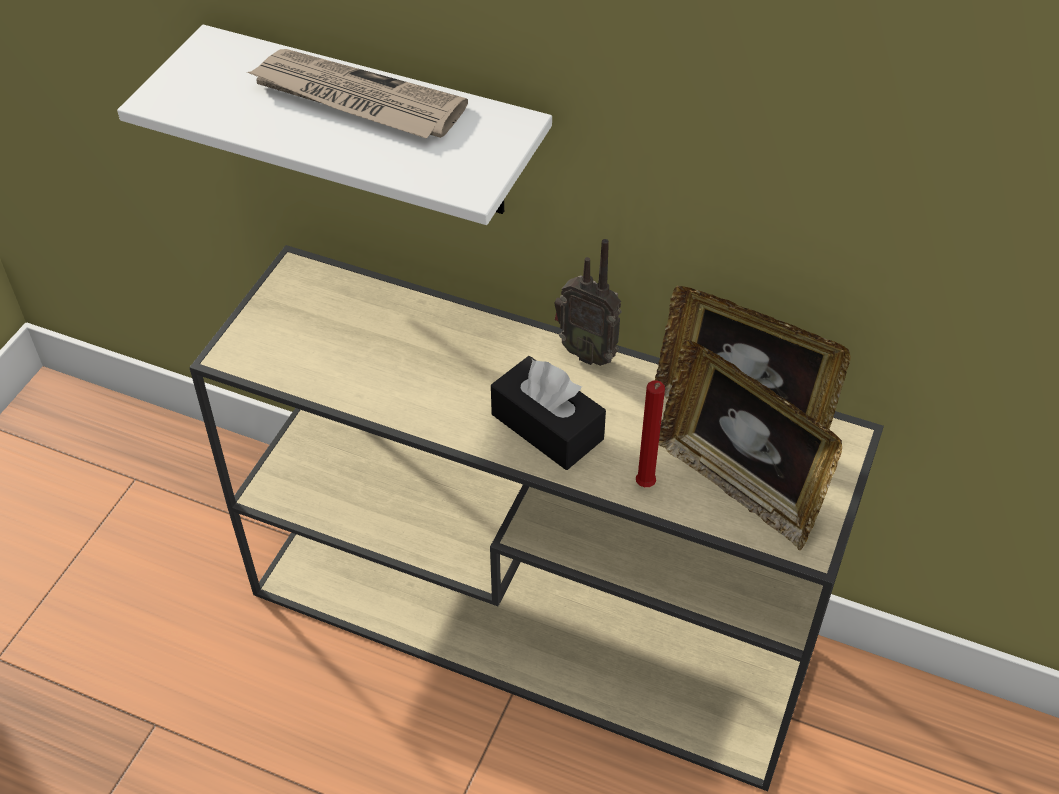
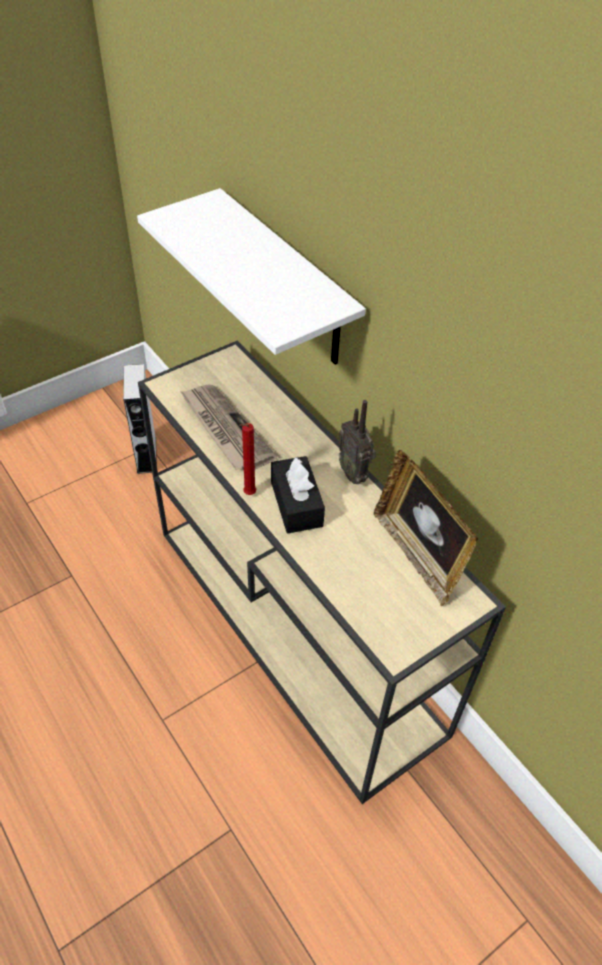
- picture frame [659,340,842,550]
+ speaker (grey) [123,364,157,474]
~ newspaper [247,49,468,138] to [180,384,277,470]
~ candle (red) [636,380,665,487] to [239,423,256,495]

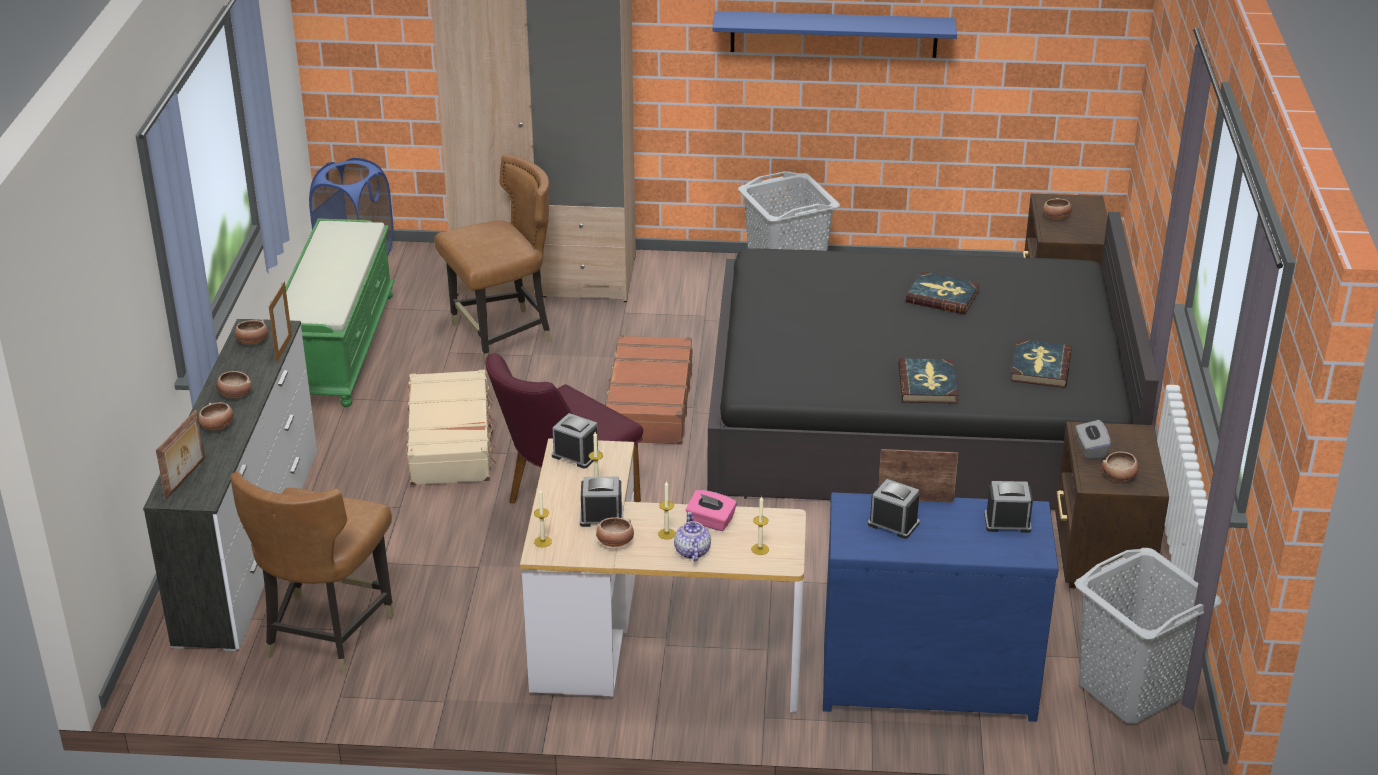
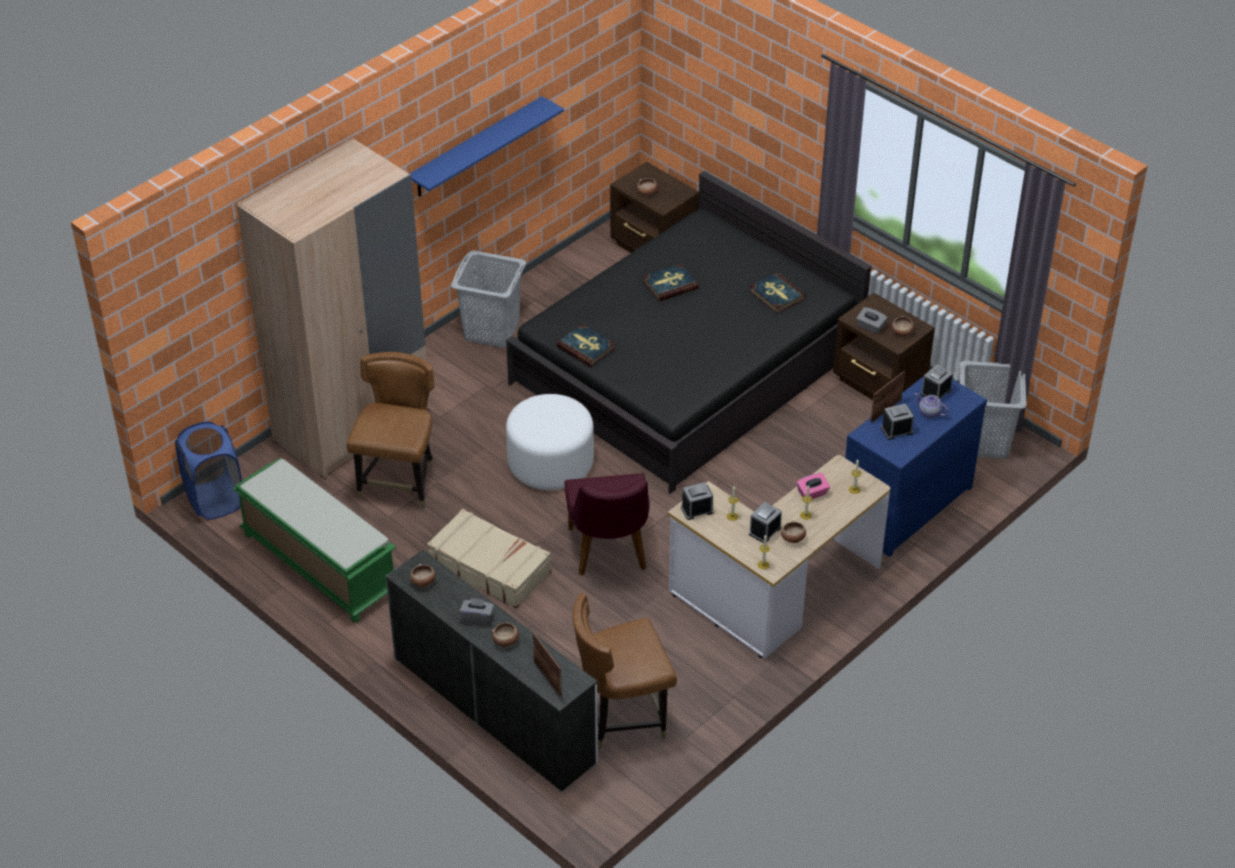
- picture frame [269,282,292,362]
~ teapot [674,512,711,561] to [915,393,948,418]
~ book [898,358,959,404] to [556,324,616,367]
~ bowl [216,371,252,398] to tissue box (grey) [459,598,494,624]
~ suitcase (brown) [605,335,693,445] to ottoman (white) [506,394,594,490]
~ chair (brown) [230,471,394,673] = [572,594,677,750] 105 degrees clockwise

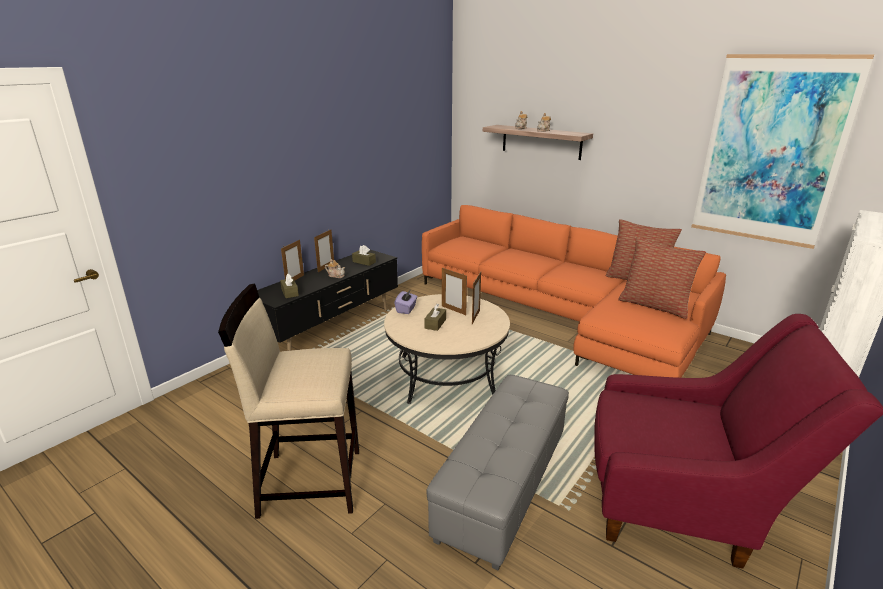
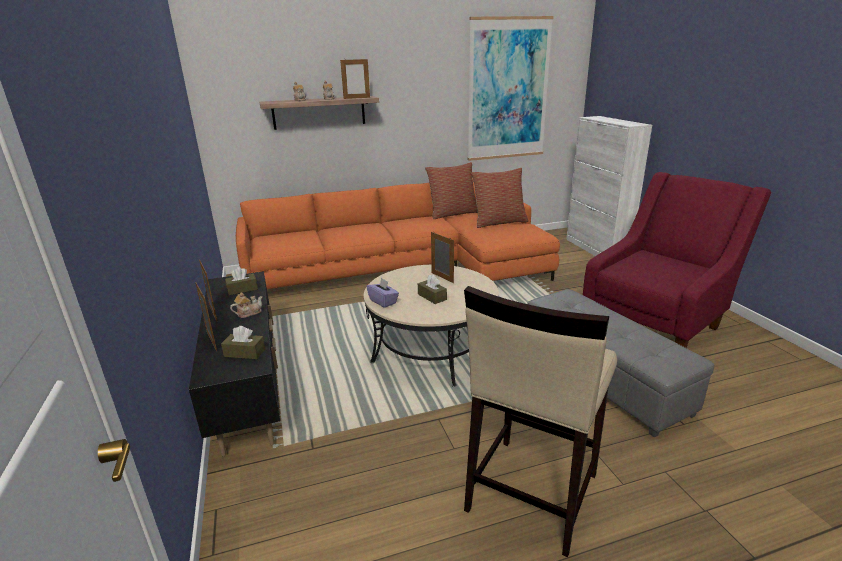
~ picture frame [442,268,467,315] to [340,58,370,99]

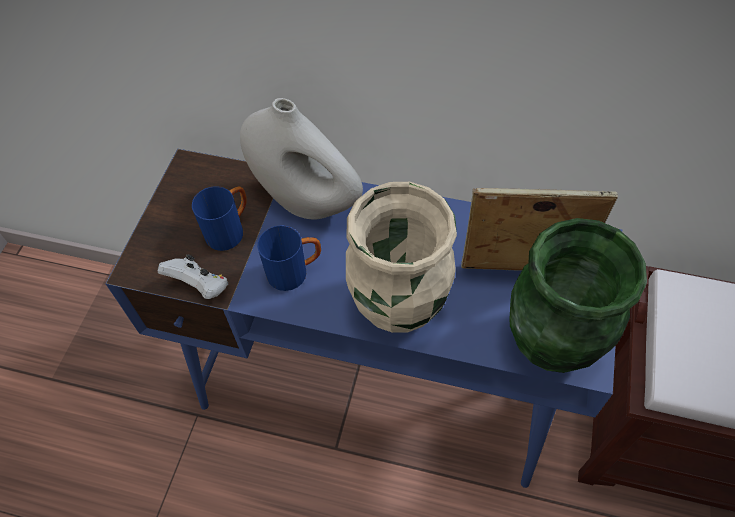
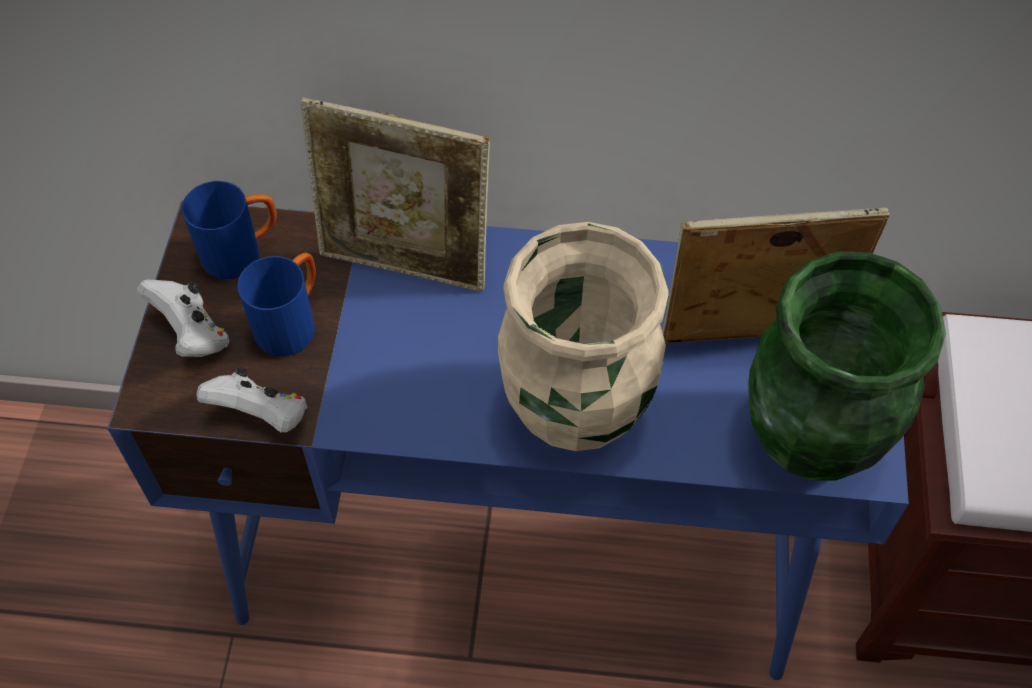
+ game controller (white) [136,280,229,357]
~ mug (blue) [257,225,321,291] to [182,181,277,279]
~ vase (white) [240,98,363,220] to picture frame [300,97,490,292]

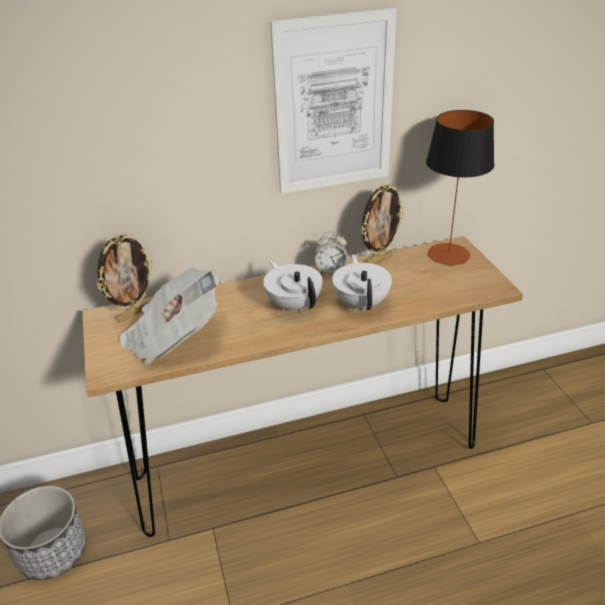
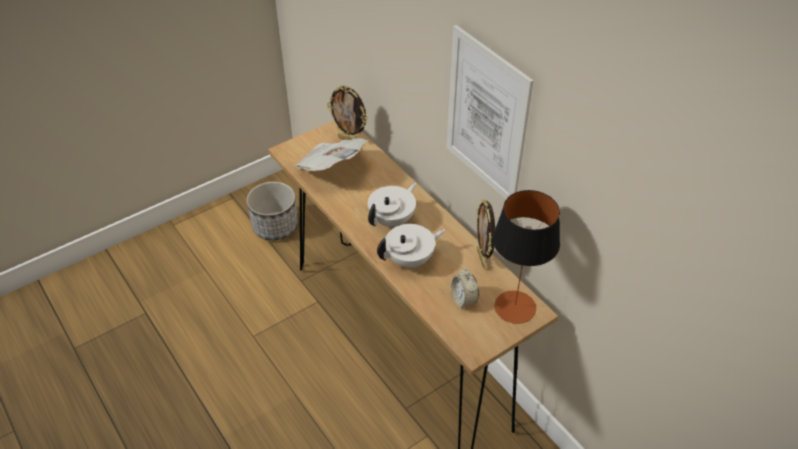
~ alarm clock [315,231,348,274] to [451,268,479,310]
~ picture frame [361,184,404,264] = [476,199,495,269] 45 degrees clockwise

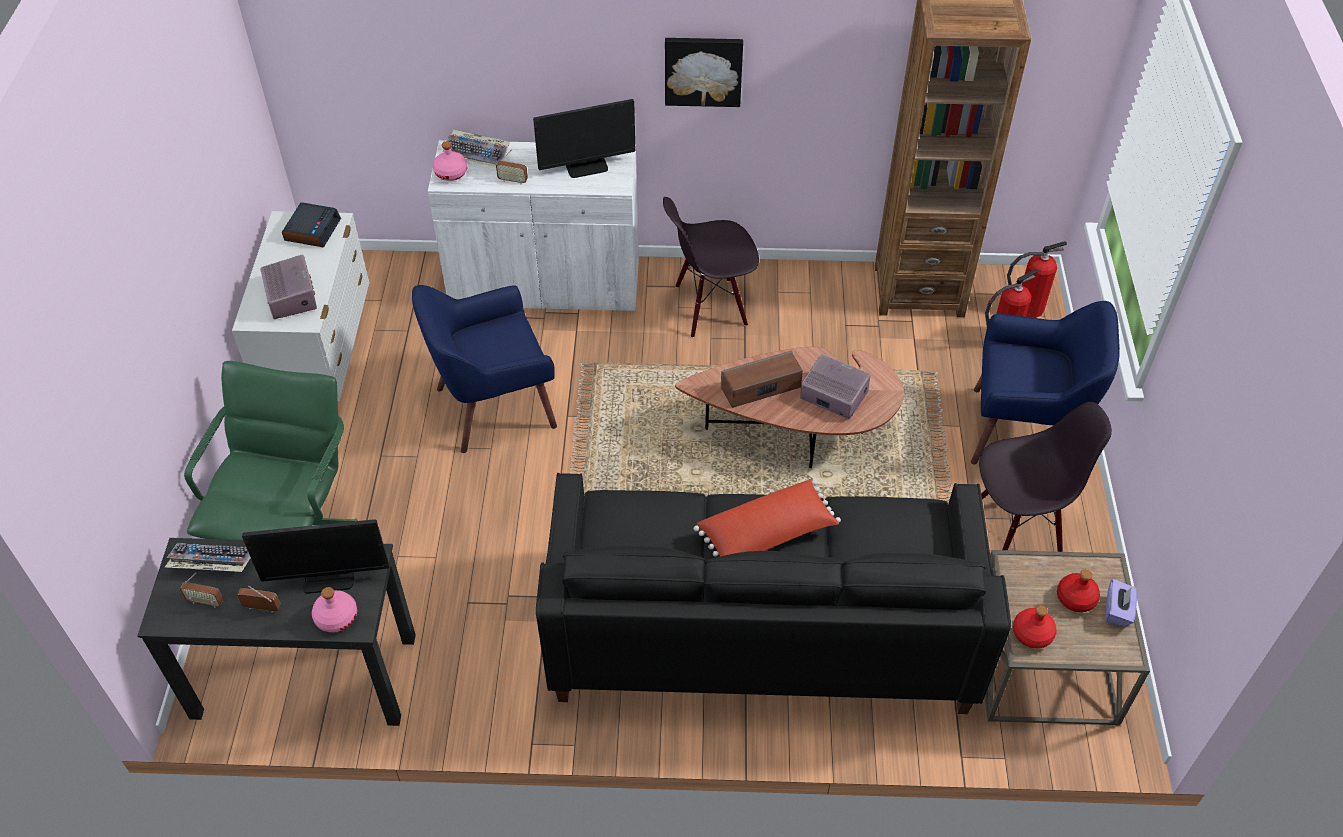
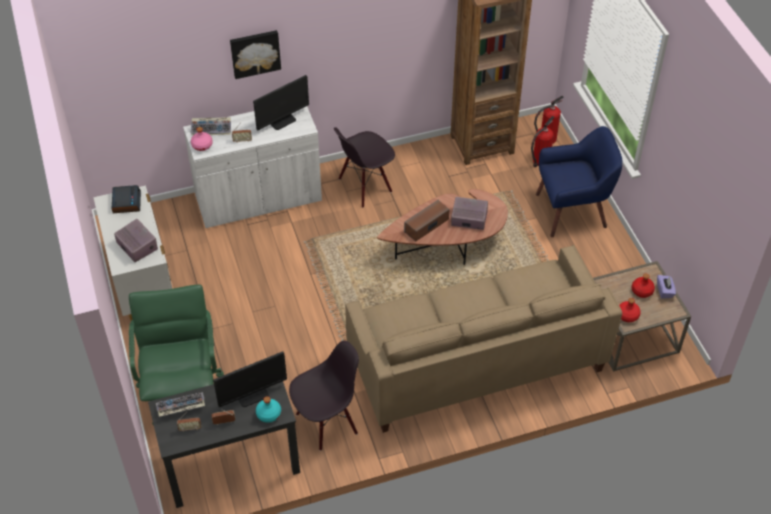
- armchair (blue) [412,285,557,453]
- pillow (red) [694,480,841,557]
~ picture [665,38,743,107] to [230,30,281,79]
~ chair (black) [979,402,1112,552] to [289,340,359,451]
~ bottle (pink) [312,587,357,632] to bottle (turquoise) [256,396,281,423]
~ sofa (black) [536,473,1011,714] to sofa (beige) [345,245,622,433]

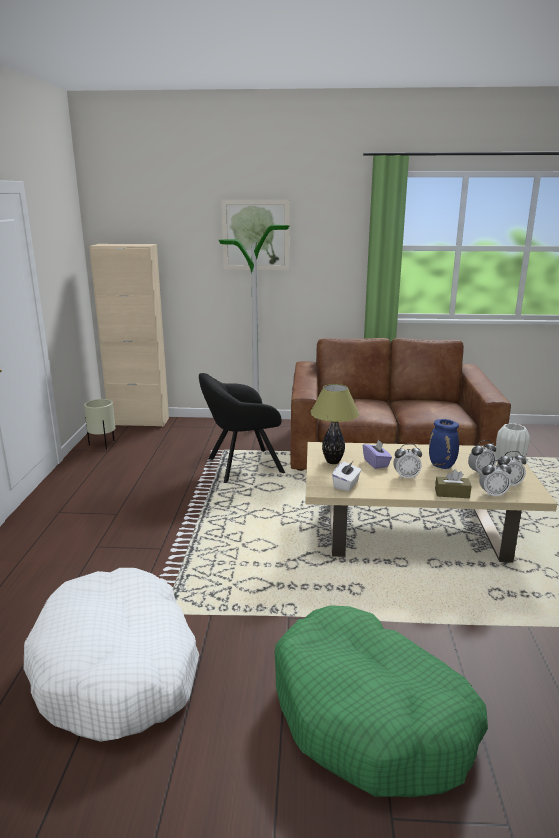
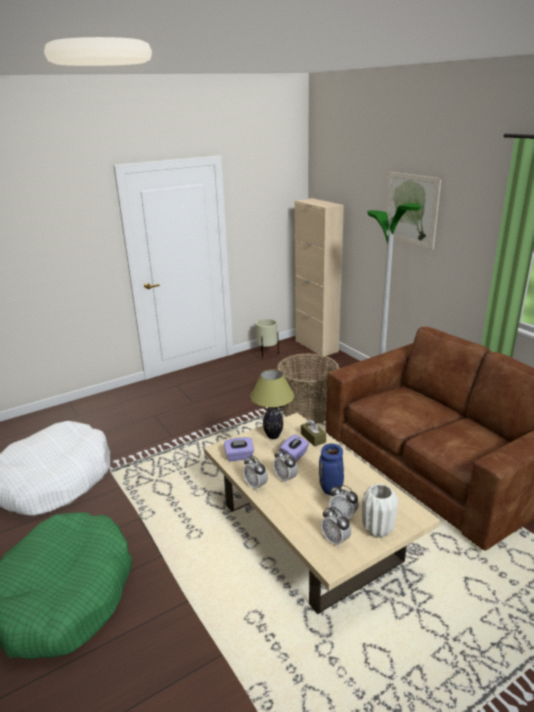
~ tissue box (brown) [435,469,471,498] to [301,420,326,447]
~ alarm clock [479,460,512,497] to [243,455,268,491]
~ armchair (black) [199,373,285,483] to basket [277,353,339,424]
~ tissue box (white) [332,461,361,491] to tissue box (purple) [224,437,254,461]

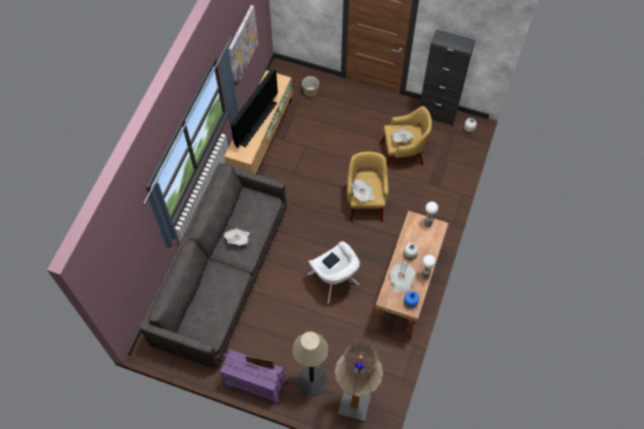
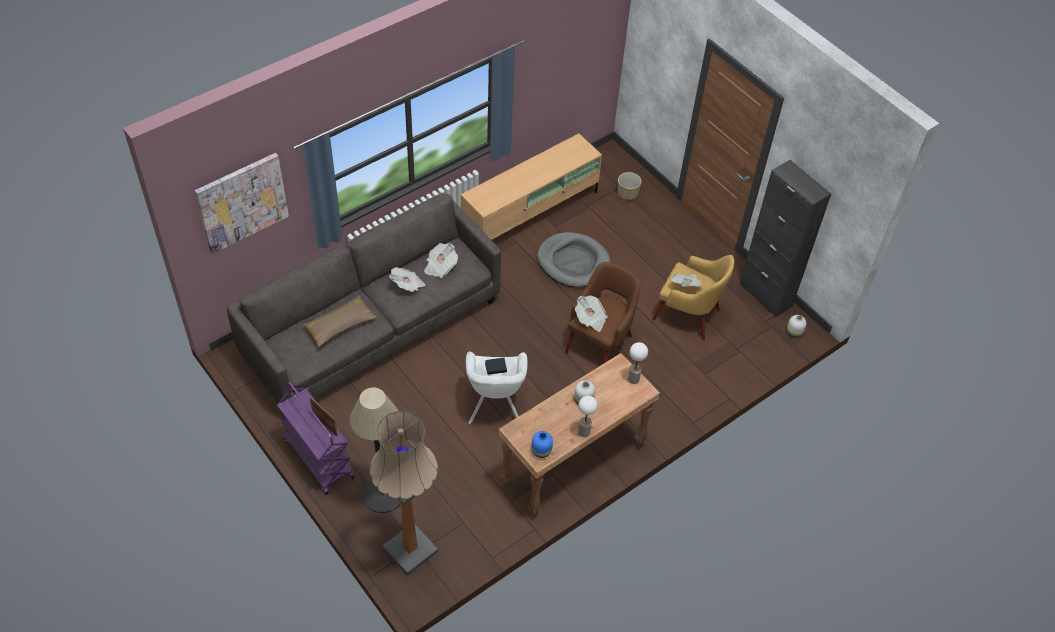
- television [230,70,278,149]
+ pillow (brown) [302,295,377,347]
+ dog bed (grey) [537,232,611,287]
~ picture [229,5,258,86] to [195,153,289,254]
~ newspaper [389,262,416,292] to [424,243,458,278]
~ armchair (yellow) [347,151,389,222] to armchair (brown) [565,262,641,364]

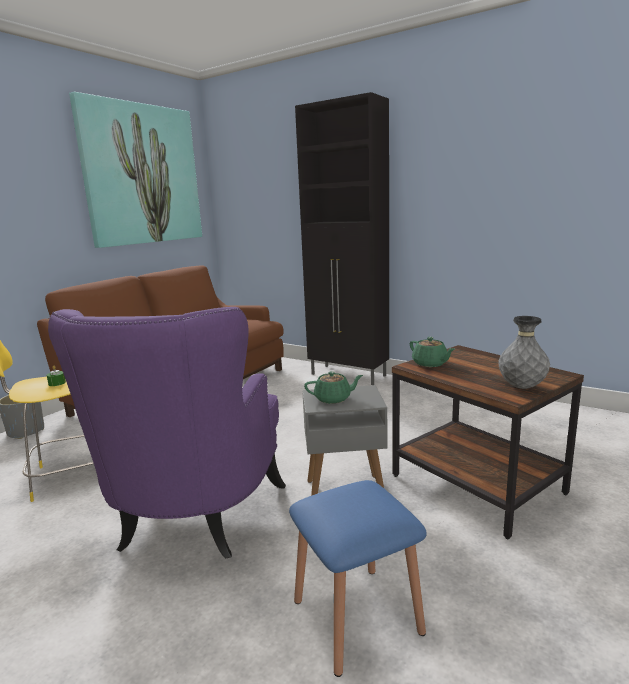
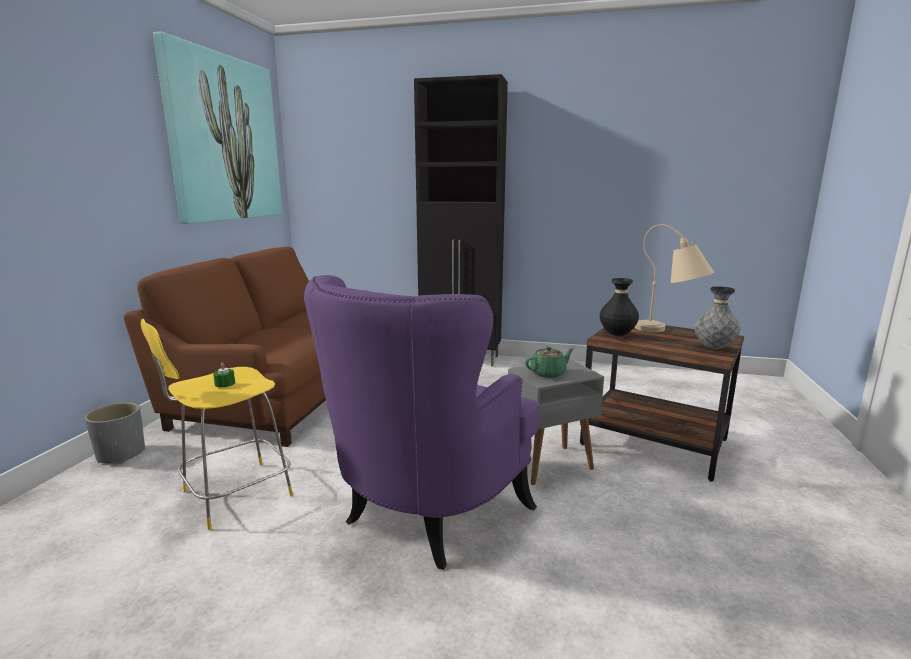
- stool (blue) [289,480,427,677]
+ table lamp (beige) [635,224,714,332]
~ teapot (green) [410,337,455,367] to vase (black) [600,278,639,336]
~ armchair (purple) [48,307,286,558] = [304,275,540,570] 45 degrees clockwise

